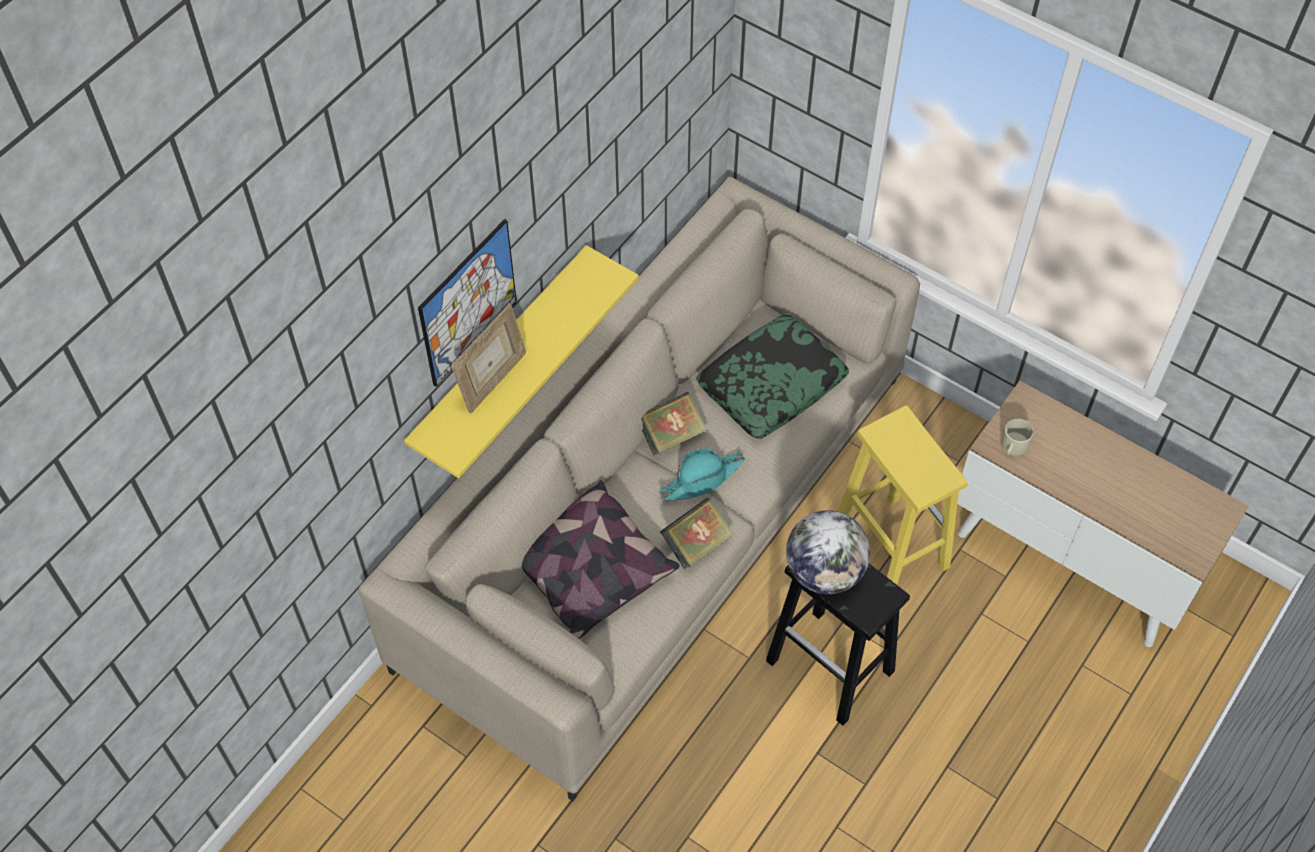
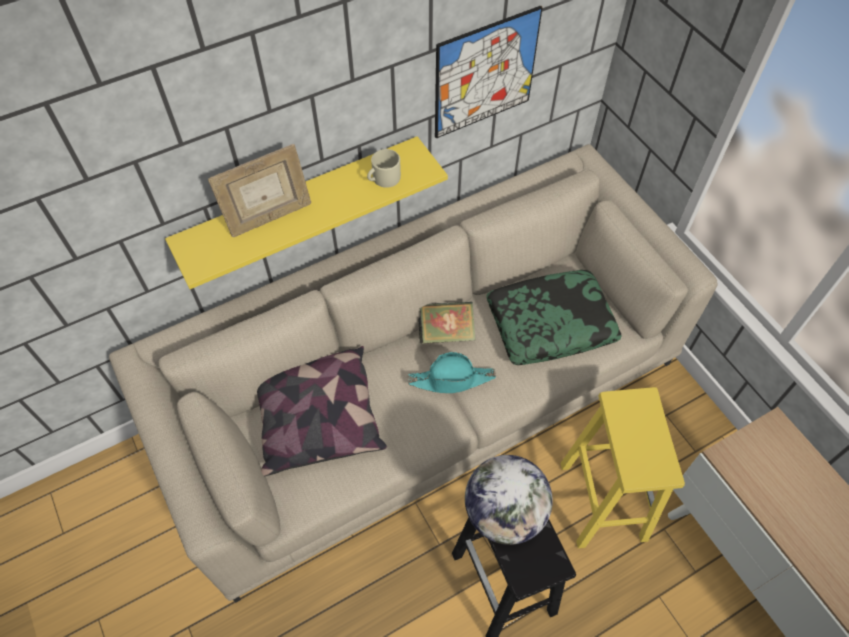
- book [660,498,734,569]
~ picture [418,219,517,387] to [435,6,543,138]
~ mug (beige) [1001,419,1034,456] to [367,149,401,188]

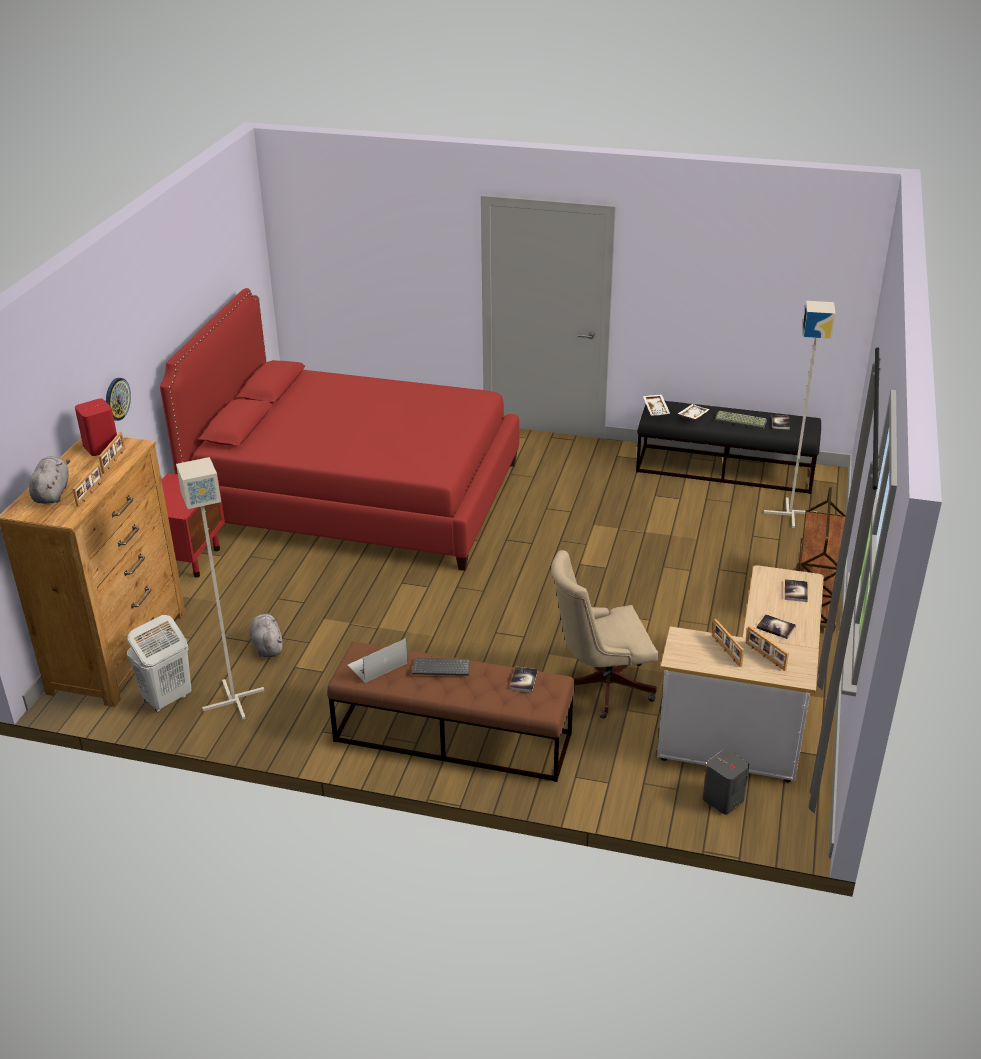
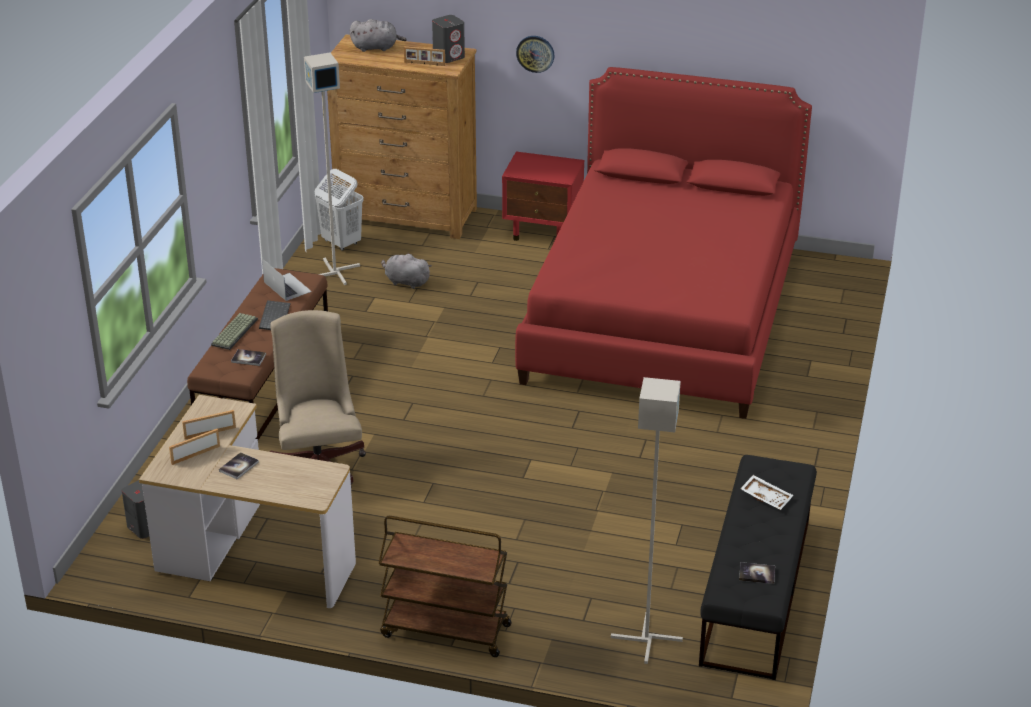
- picture frame [72,462,103,507]
- tray (white) [643,394,670,417]
- book [785,579,808,602]
~ keyboard [714,411,767,429] to [211,313,258,350]
~ speaker (red) [75,399,117,456] to speaker (grey) [432,15,465,63]
~ plush toy (grey) [250,613,283,657] = [381,253,432,289] 135 degrees counterclockwise

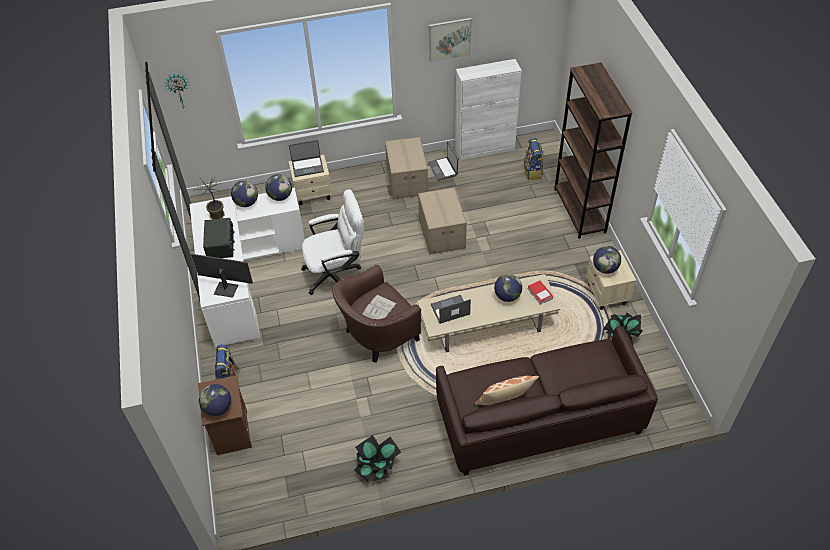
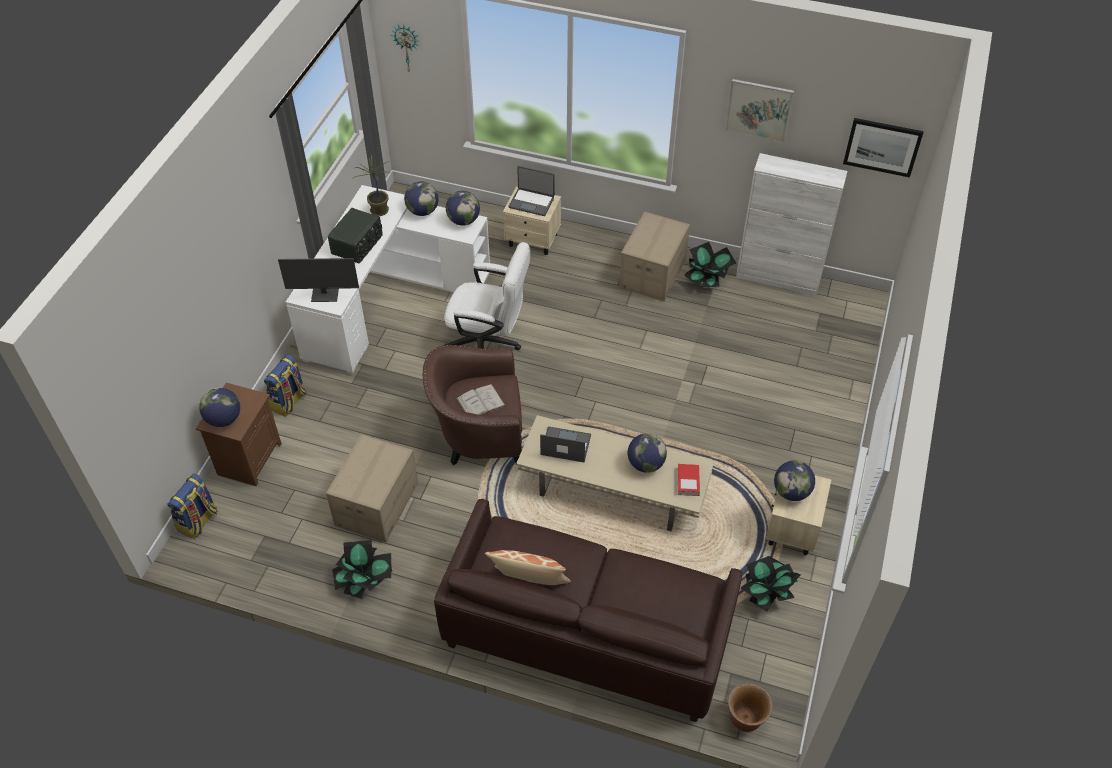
- bookcase (brown) [554,63,633,239]
+ planter (brown) [728,683,772,732]
+ picture [843,118,924,178]
~ cardboard box [418,187,467,255] to [326,434,418,542]
~ backpack [524,138,543,180] to [167,473,218,539]
~ laptop [428,142,458,181] to potted plant [684,242,737,288]
~ monitor [191,254,253,298] = [278,258,359,302] 135 degrees clockwise

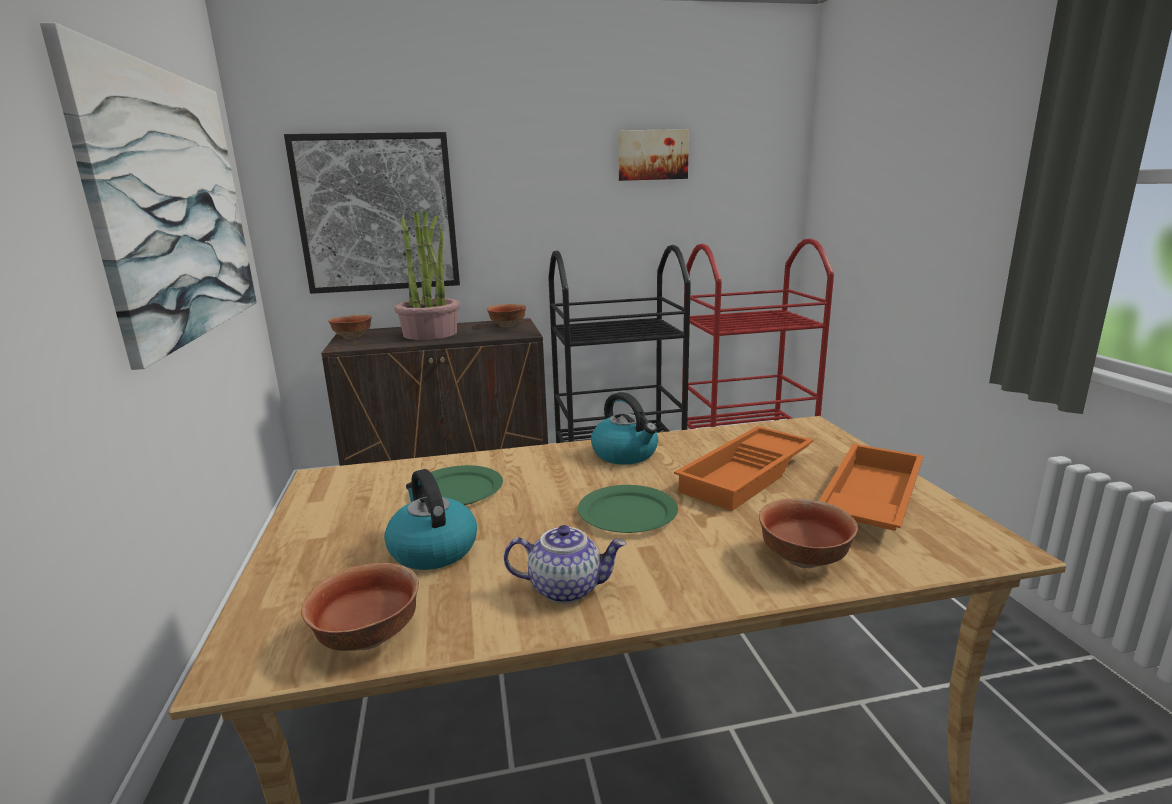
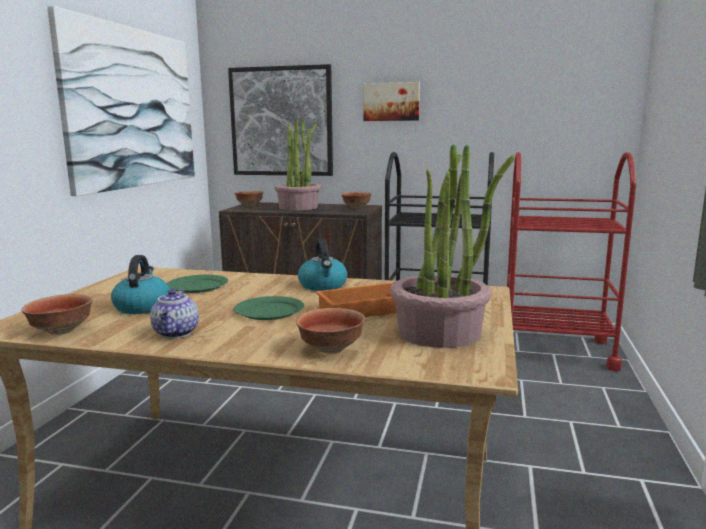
~ picture [618,129,689,181] to [363,82,420,121]
~ tray (orange) [819,444,924,531] to potted plant [390,144,515,348]
~ teapot [504,525,626,604] = [150,289,199,338] 60 degrees clockwise

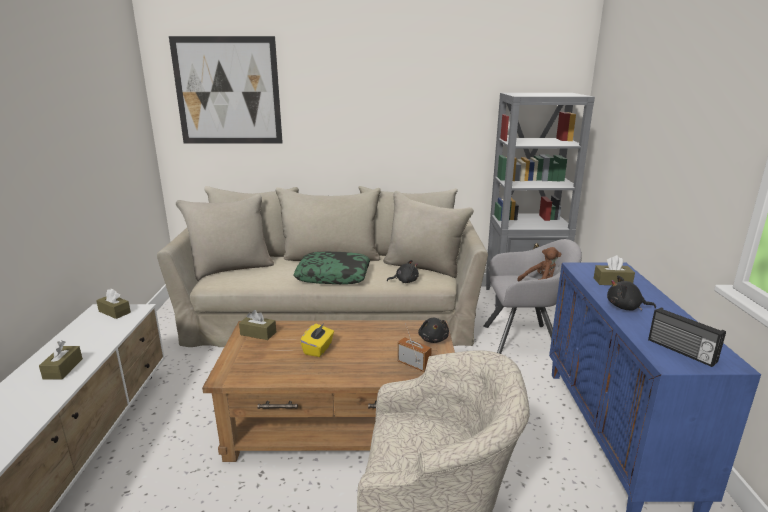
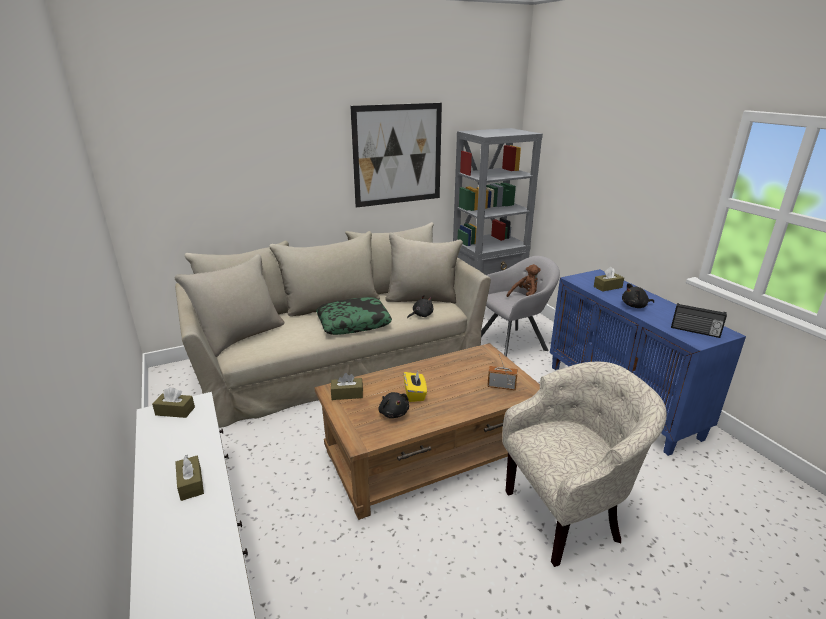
~ picture [169,36,283,143] to [350,103,442,208]
~ plush toy (black) [418,317,449,343] to [378,392,409,418]

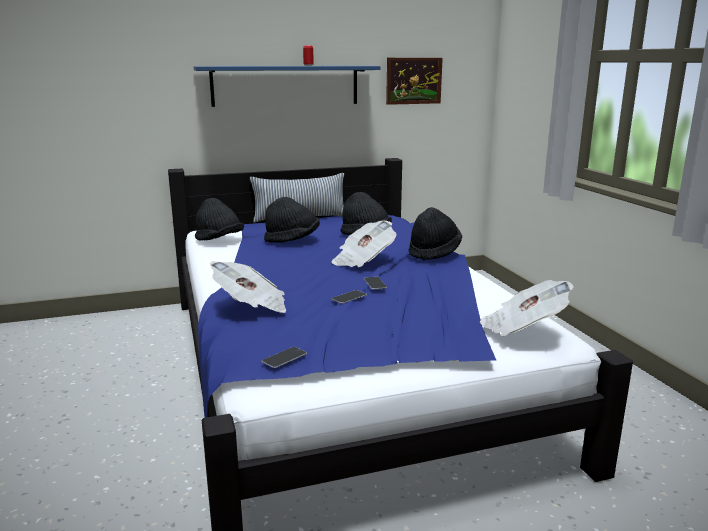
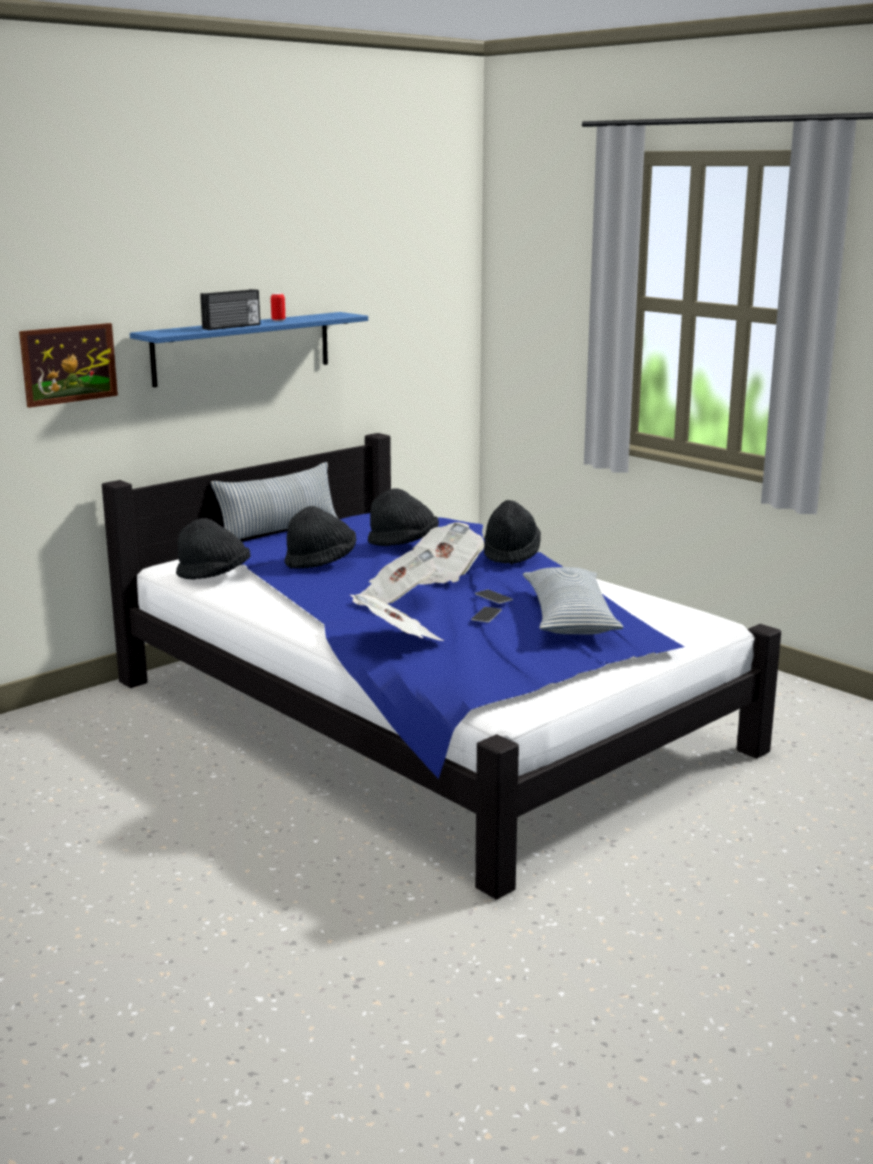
- phone [262,347,307,368]
+ radio [200,289,260,330]
+ pillow [523,567,623,635]
~ picture [386,58,443,105] to [19,323,118,408]
~ newspaper [480,280,574,336] to [353,549,437,606]

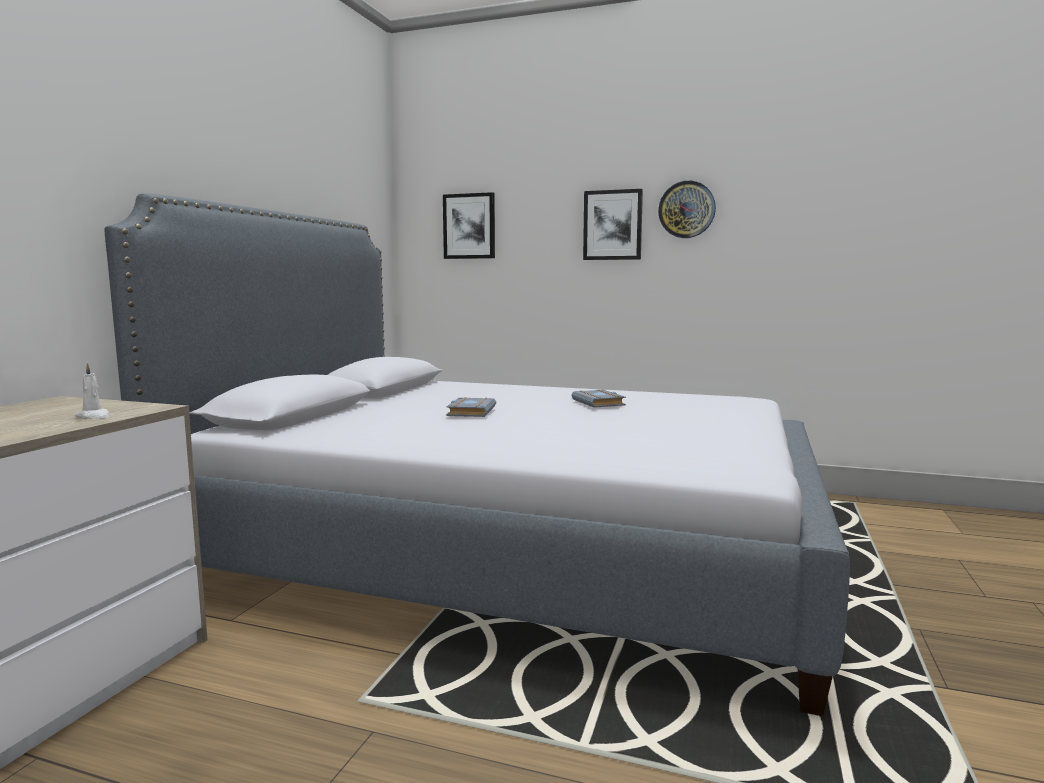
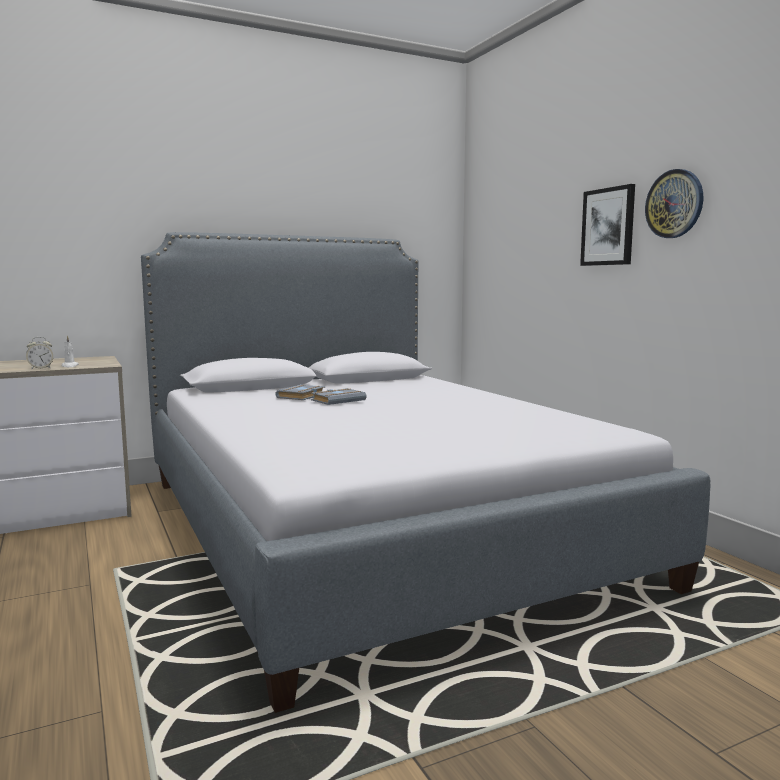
- picture [443,192,495,259]
+ alarm clock [26,337,53,370]
~ book (grey) [571,389,626,408] to [275,385,325,400]

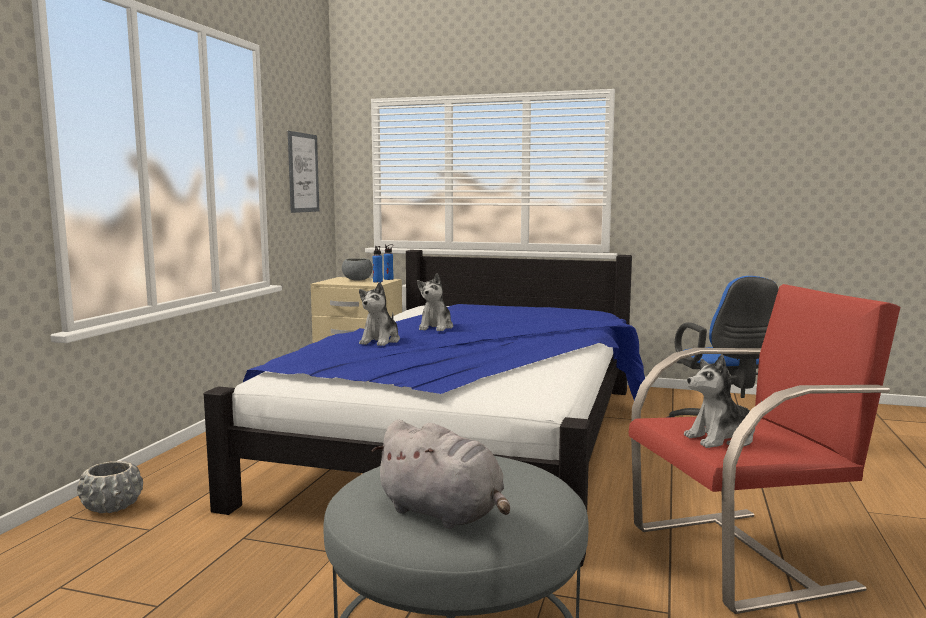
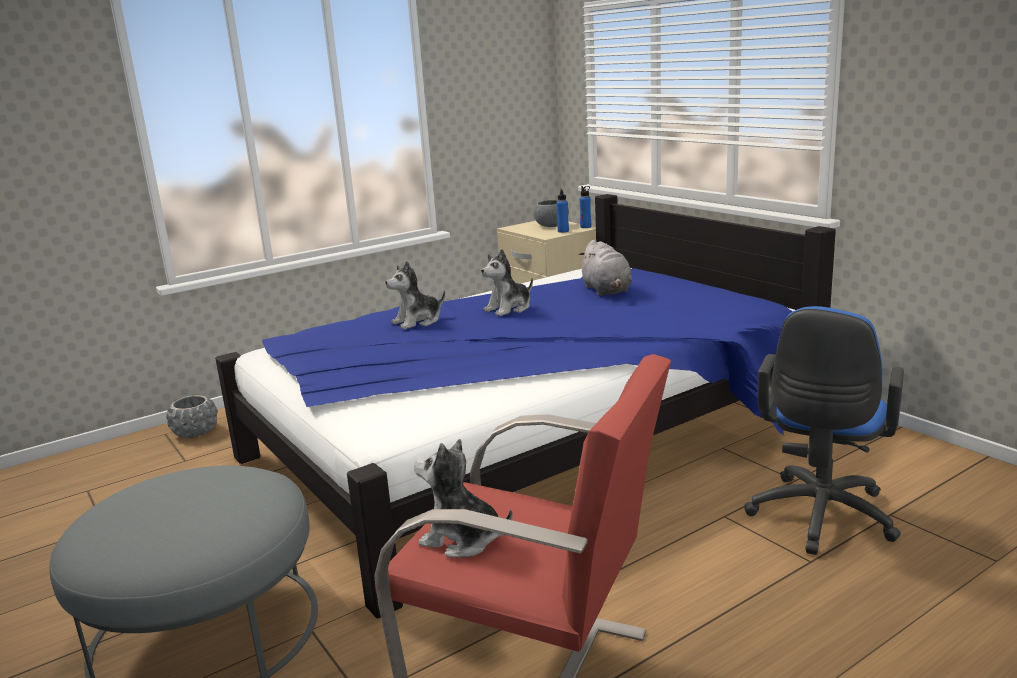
- picture [288,131,319,213]
~ plush toy (grey) [372,420,510,529] to [579,240,632,296]

